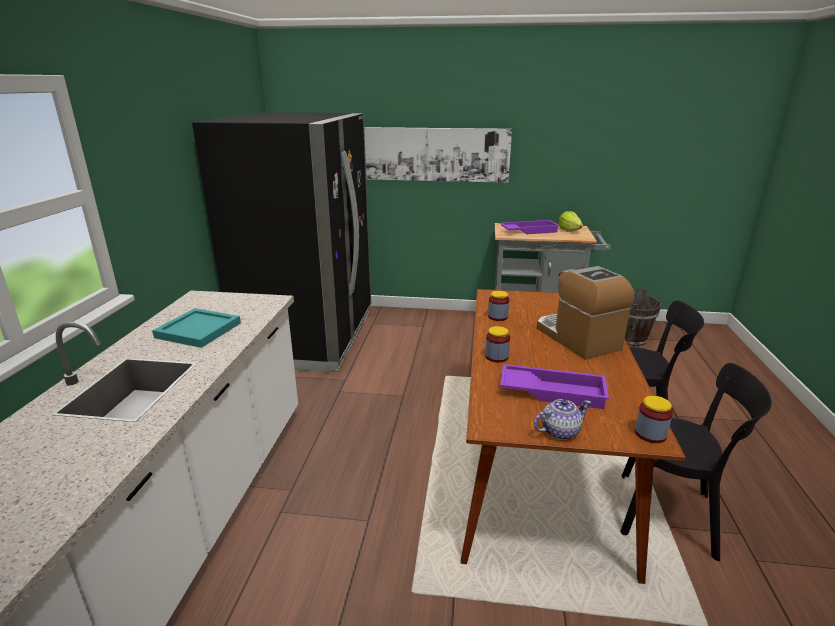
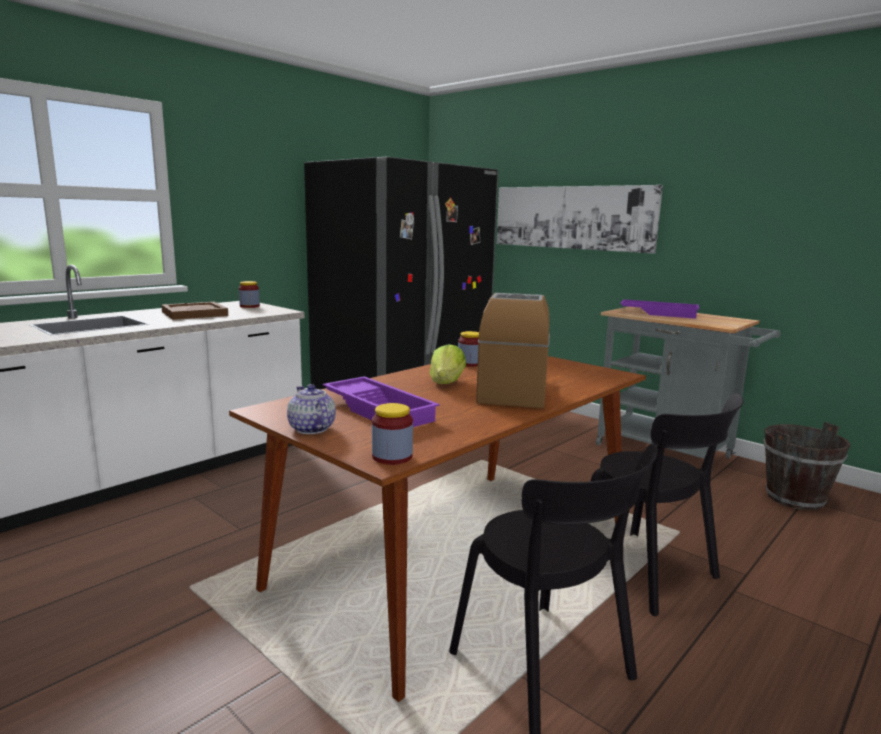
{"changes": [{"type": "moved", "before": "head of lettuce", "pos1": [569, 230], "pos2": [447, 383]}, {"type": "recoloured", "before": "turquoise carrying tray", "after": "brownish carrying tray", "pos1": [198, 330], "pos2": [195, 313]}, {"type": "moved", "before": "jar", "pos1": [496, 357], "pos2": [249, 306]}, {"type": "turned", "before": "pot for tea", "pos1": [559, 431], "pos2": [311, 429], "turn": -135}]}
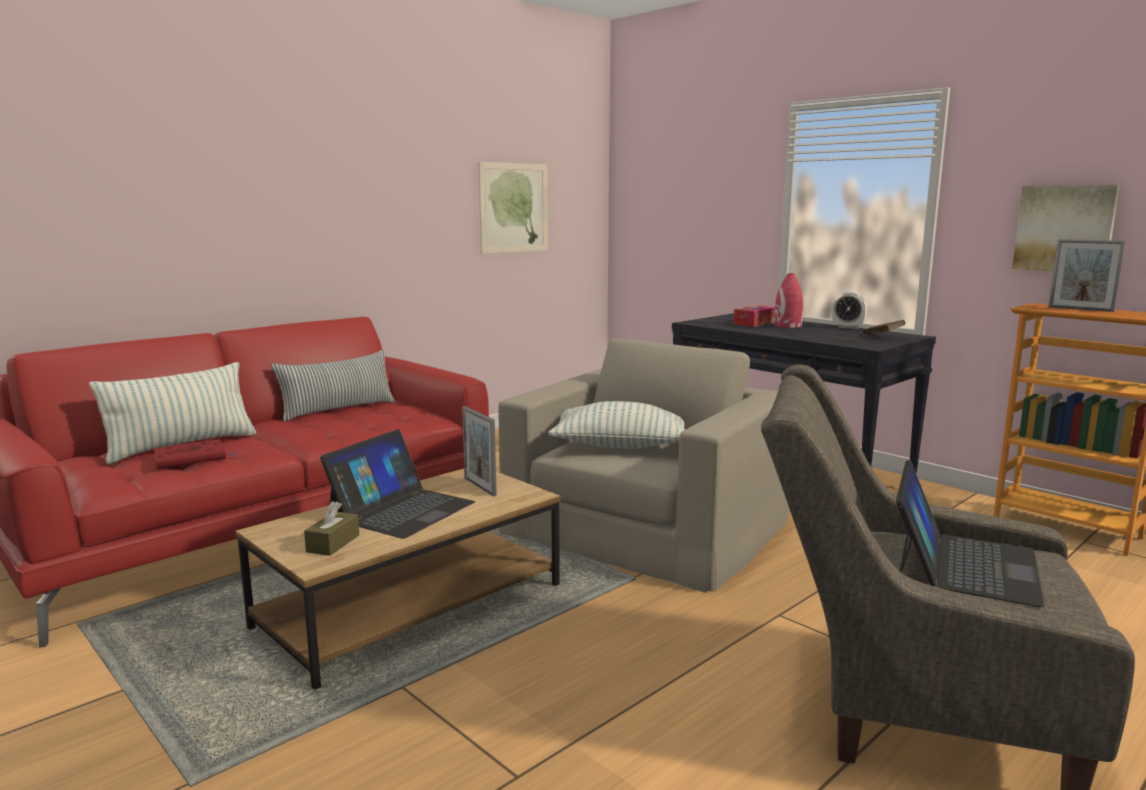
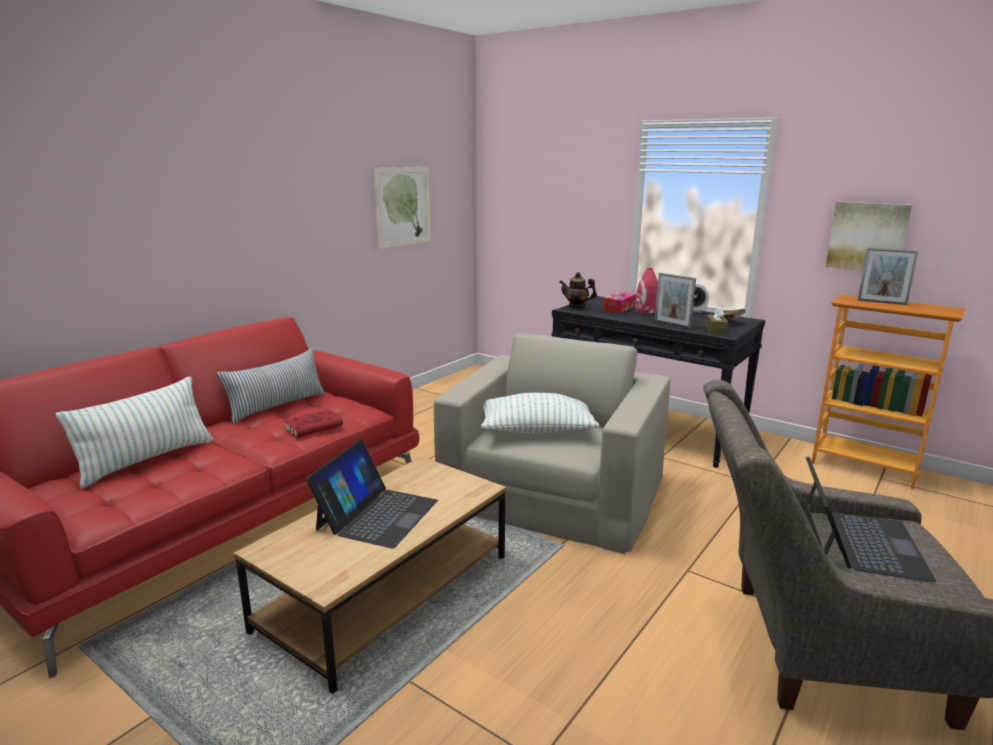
{"changes": [{"type": "moved", "before": "standing frame", "pos1": [480, 486], "pos2": [672, 324]}, {"type": "moved", "before": "red volume", "pos1": [192, 458], "pos2": [315, 426]}, {"type": "moved", "before": "brownish tissue box", "pos1": [333, 543], "pos2": [716, 330]}, {"type": "added", "after": "pot for tea", "pos2": [576, 306]}]}
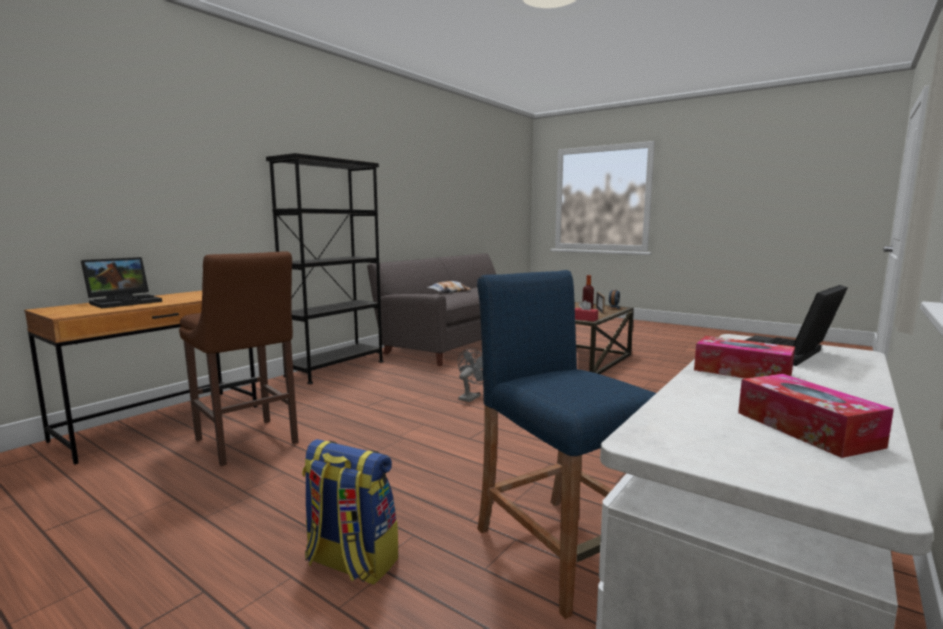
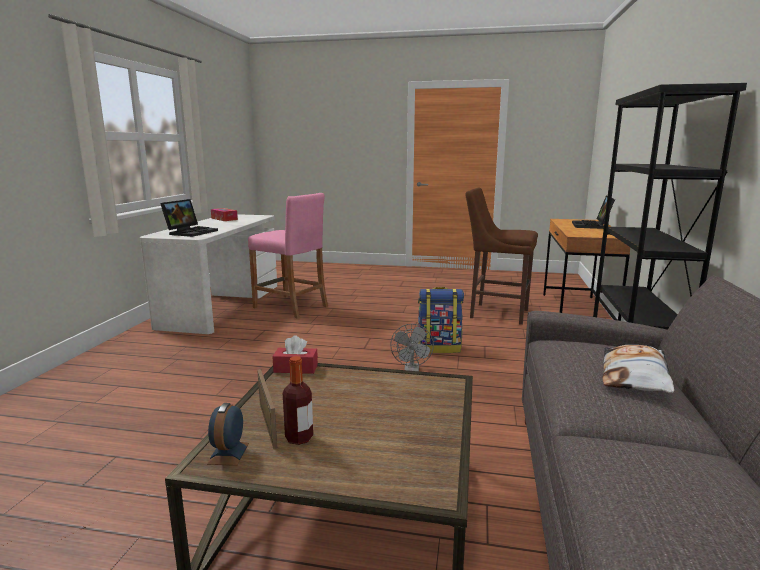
{"changes": [{"type": "recoloured", "before": "blue stool seat", "after": "pinkish stool seat", "pos1": [561, 549], "pos2": [290, 307]}, {"type": "removed", "before": "tissue box", "pos1": [742, 372]}, {"type": "moved", "before": "knapsack", "pos1": [350, 562], "pos2": [439, 348]}]}
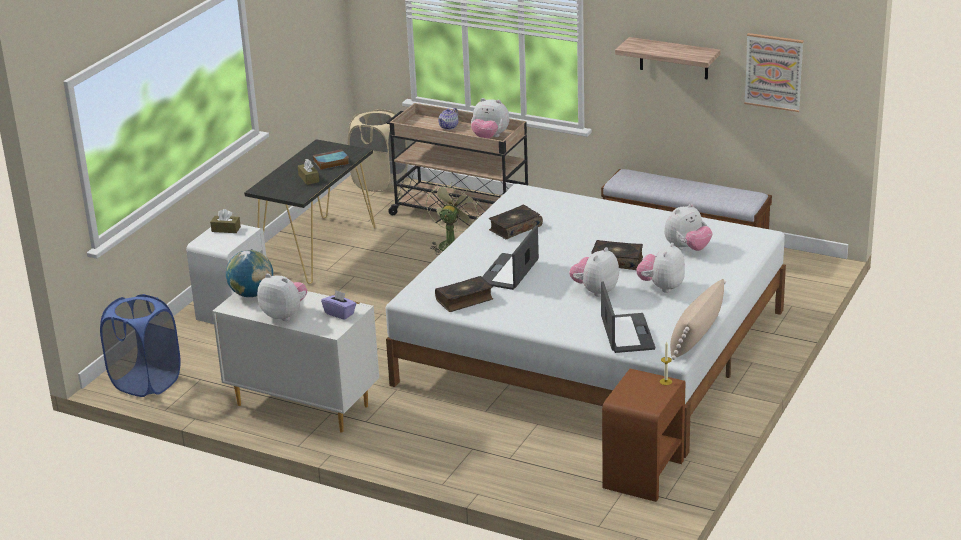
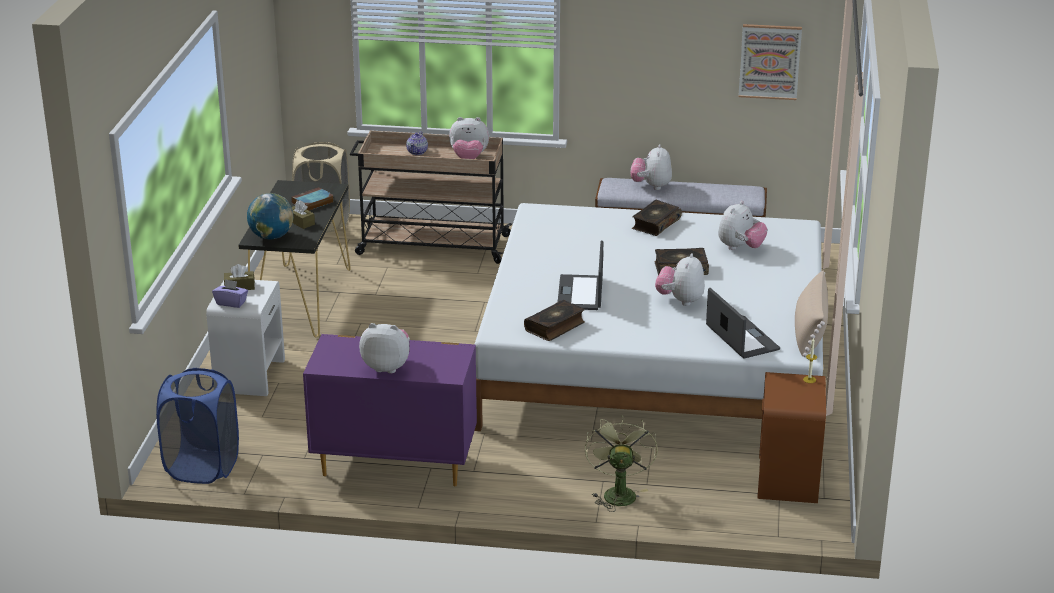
{"changes": [{"type": "removed", "before": "bracket shelf", "pos1": [674, 58]}, {"type": "moved", "before": "green-coloured fan", "pos1": [452, 244], "pos2": [618, 492]}, {"type": "moved", "before": "volume", "pos1": [515, 228], "pos2": [655, 224]}, {"type": "moved", "before": "soft toy", "pos1": [661, 287], "pos2": [651, 186]}, {"type": "moved", "before": "world globe", "pos1": [252, 294], "pos2": [271, 237]}, {"type": "moved", "before": "purple-coloured tissue box", "pos1": [340, 313], "pos2": [231, 303]}, {"type": "recoloured", "before": "whitish dresser", "after": "purple-coloured dresser", "pos1": [302, 404], "pos2": [393, 464]}]}
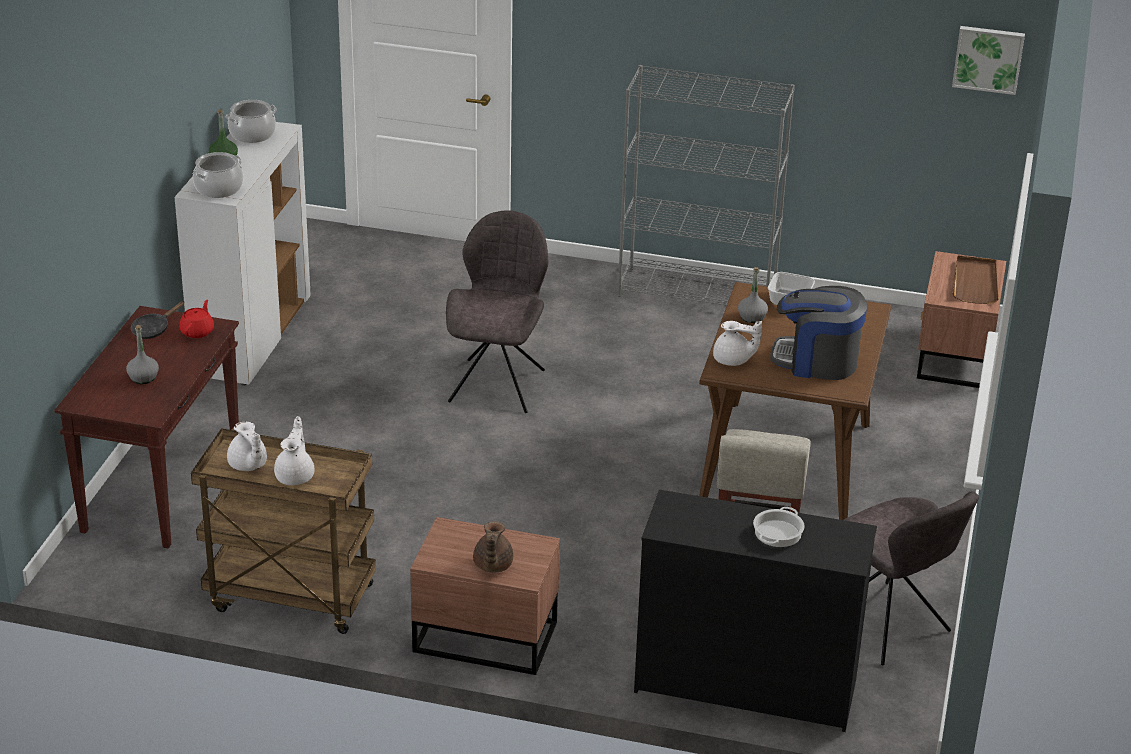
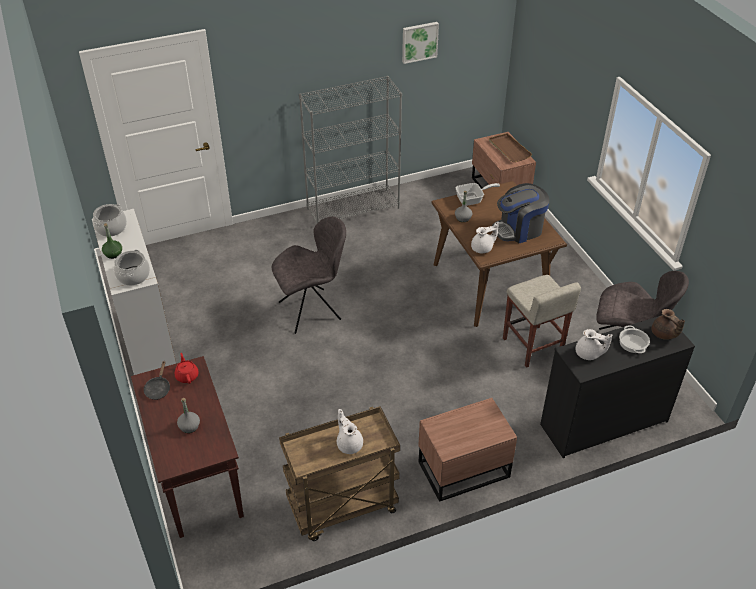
{"changes": [{"type": "moved", "before": "picture", "pos1": [988, 58], "pos2": [419, 41]}, {"type": "turned", "before": "gray plain chair", "pos1": [498, 384], "pos2": [312, 310], "turn": 90}, {"type": "moved", "before": "whitish pot for tea", "pos1": [248, 465], "pos2": [588, 354]}, {"type": "moved", "before": "brownish pot for tea", "pos1": [492, 565], "pos2": [663, 334]}]}
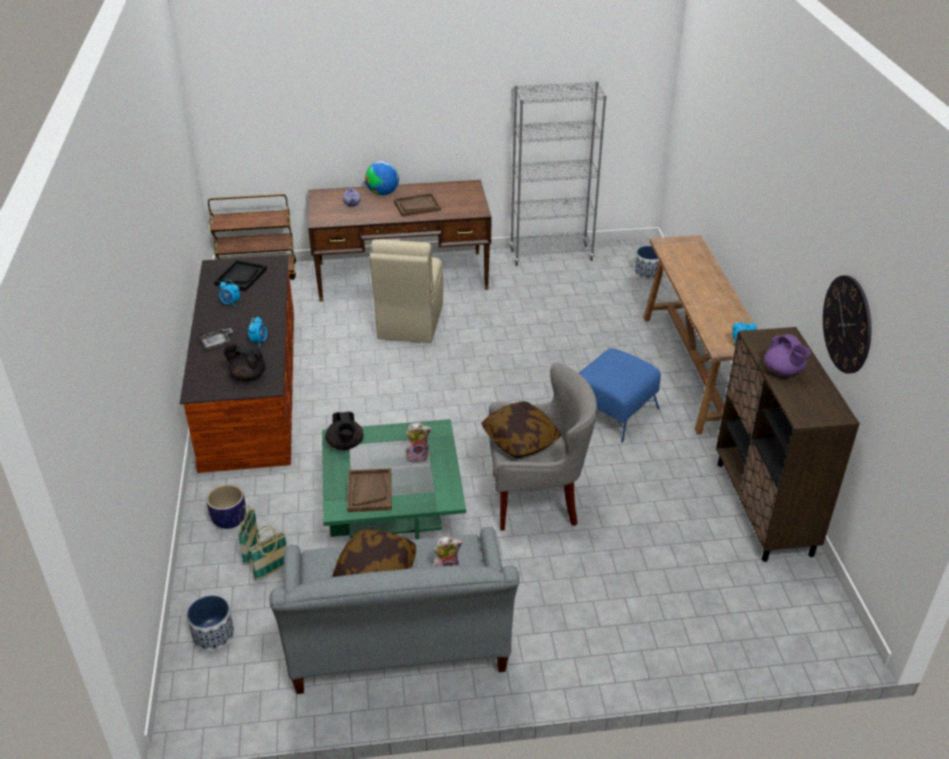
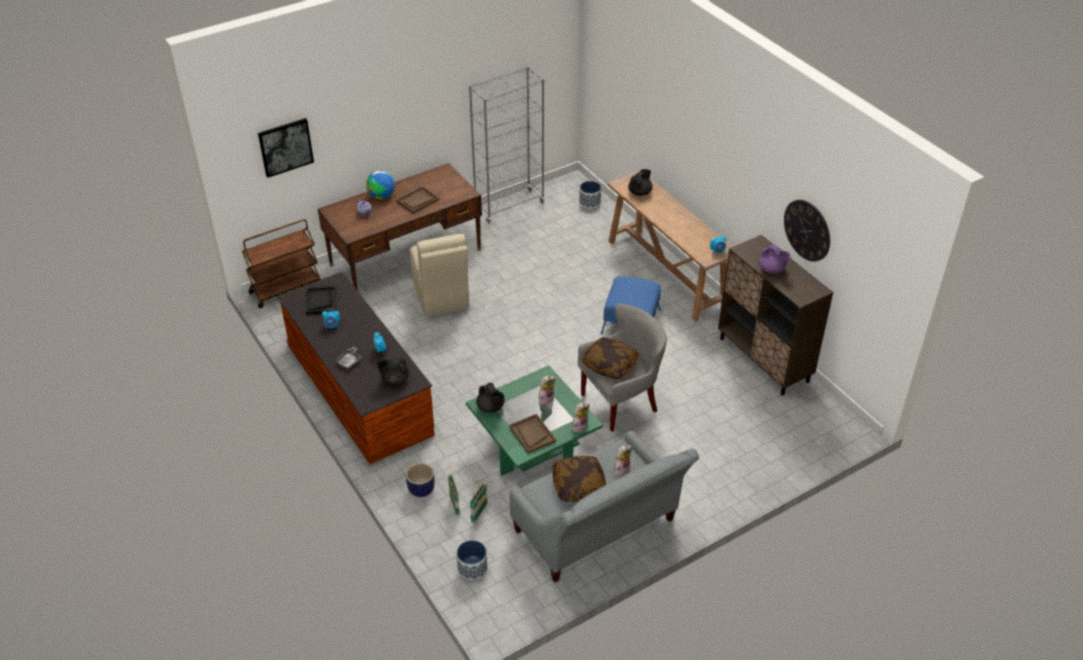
{"changes": [{"type": "added", "after": "picture", "pos2": [285, 147]}, {"type": "added", "after": "black pot for tea", "pos2": [640, 192]}, {"type": "added", "after": "soft toy", "pos2": [579, 426]}]}
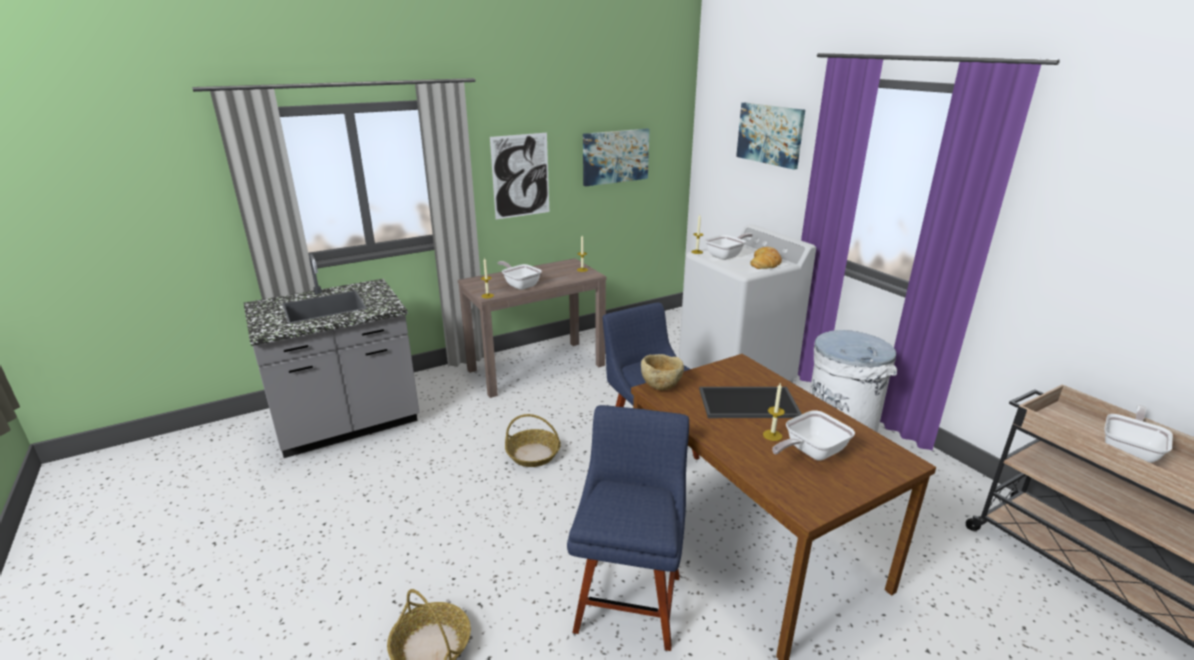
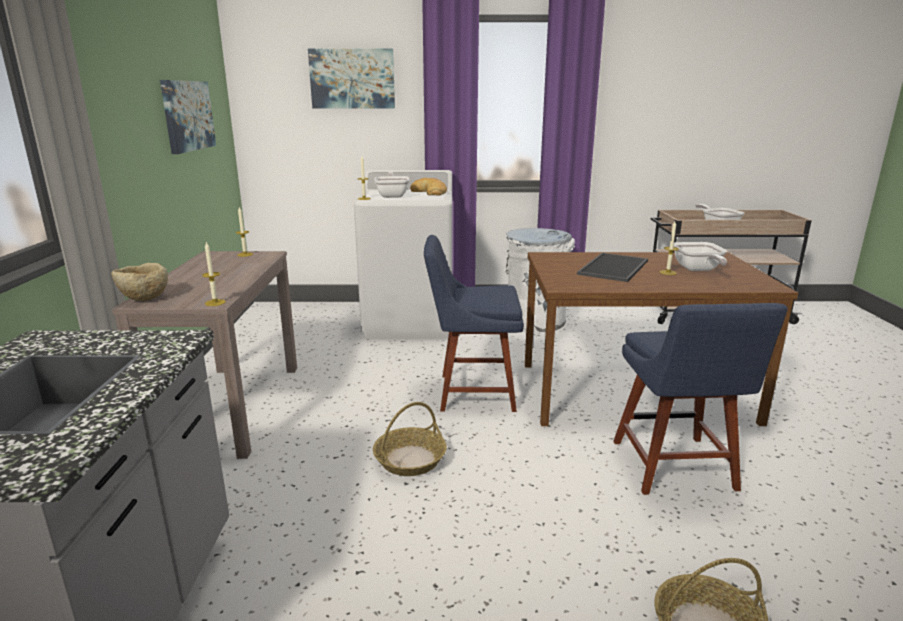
{"changes": [{"type": "removed", "before": "picture", "pos1": [521, 176]}, {"type": "removed", "before": "frying pan", "pos1": [520, 285]}, {"type": "moved", "before": "beige serving bowl", "pos1": [661, 385], "pos2": [144, 298]}, {"type": "turned", "before": "blue plain chair", "pos1": [629, 597], "pos2": [675, 468], "turn": -135}]}
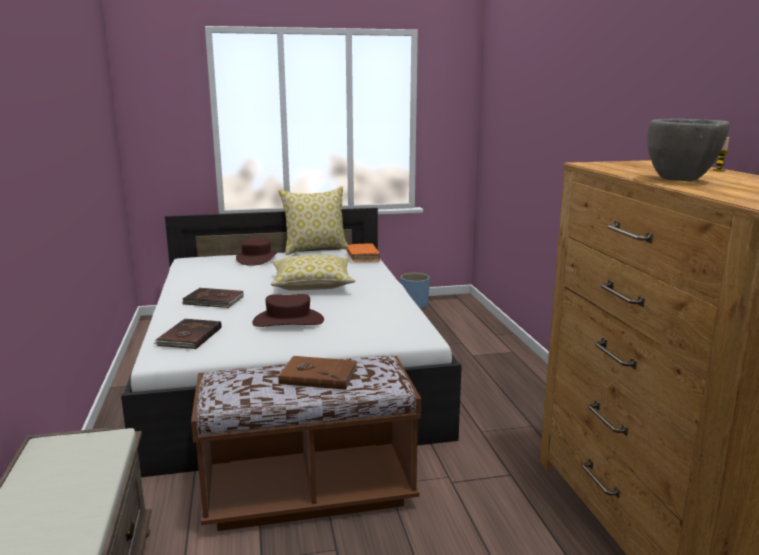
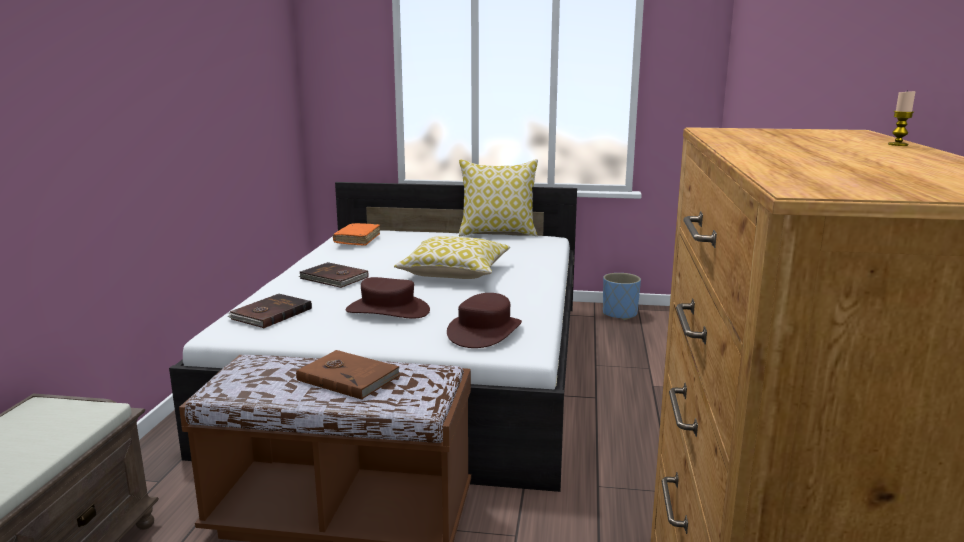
{"changes": [{"type": "removed", "before": "gray serving bowl", "pos1": [680, 180]}, {"type": "moved", "before": "brownish wearable hat", "pos1": [256, 258], "pos2": [484, 331]}, {"type": "moved", "before": "orangey volume", "pos1": [362, 257], "pos2": [357, 240]}]}
